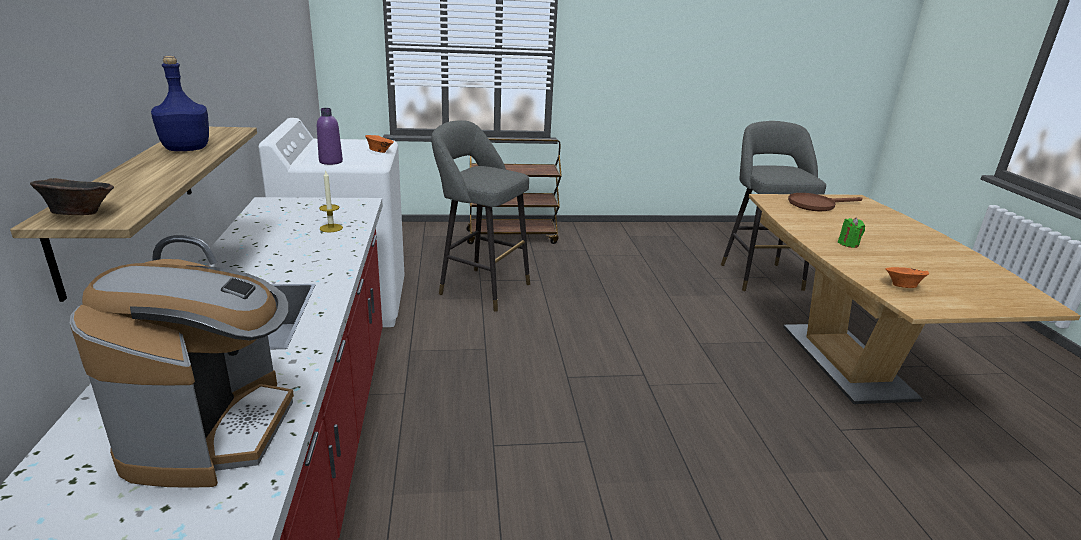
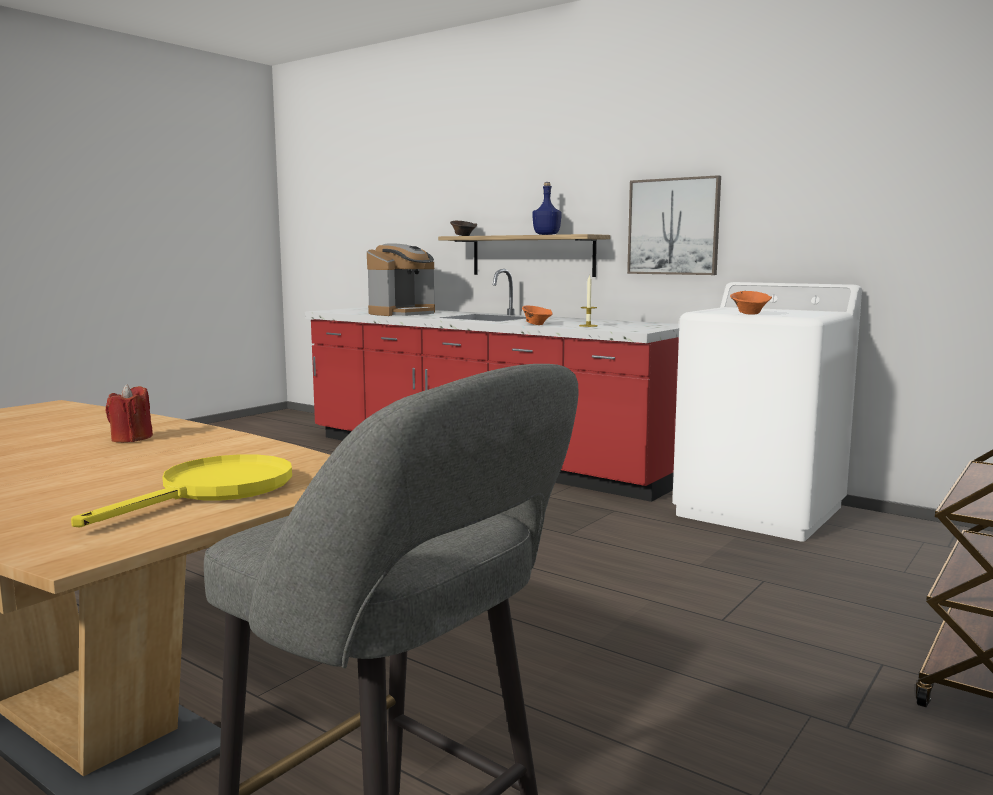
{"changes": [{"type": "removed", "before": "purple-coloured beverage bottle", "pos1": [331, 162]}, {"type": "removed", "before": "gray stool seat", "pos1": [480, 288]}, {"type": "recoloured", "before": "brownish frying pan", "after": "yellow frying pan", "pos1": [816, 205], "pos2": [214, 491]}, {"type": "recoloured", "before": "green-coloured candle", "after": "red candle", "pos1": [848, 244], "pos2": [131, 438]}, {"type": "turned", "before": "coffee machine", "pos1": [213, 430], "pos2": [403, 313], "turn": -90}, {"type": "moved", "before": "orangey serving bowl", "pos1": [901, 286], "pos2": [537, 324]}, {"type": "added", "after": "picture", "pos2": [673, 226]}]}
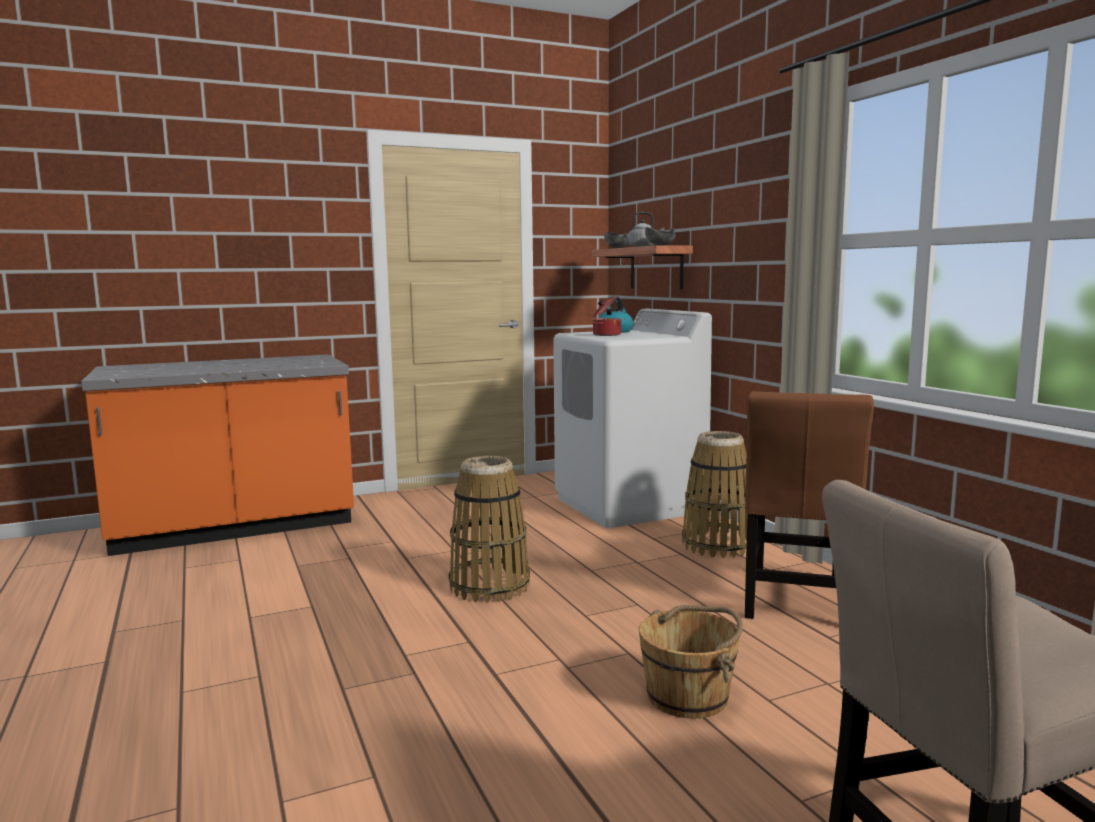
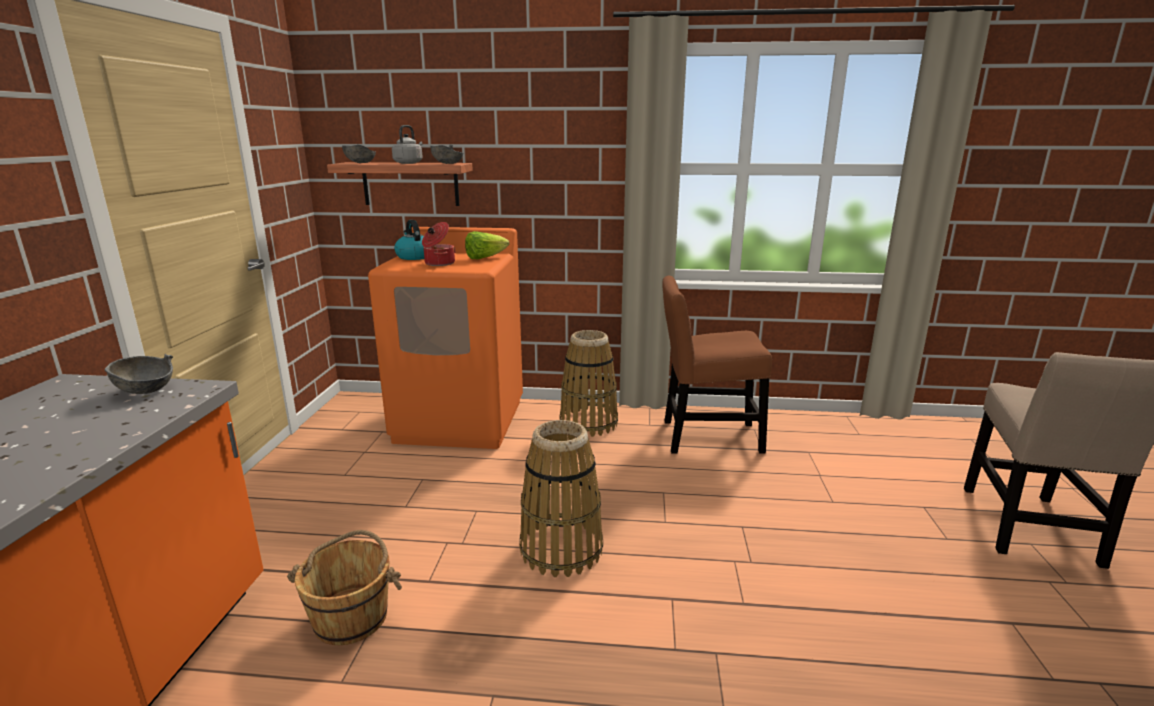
{"changes": [{"type": "recoloured", "before": "whitish washing machine", "after": "orangey washing machine", "pos1": [629, 505], "pos2": [460, 421]}, {"type": "turned", "before": "brownish plain chair", "pos1": [797, 601], "pos2": [705, 437], "turn": 135}, {"type": "moved", "before": "brownish water bucket", "pos1": [689, 696], "pos2": [351, 617]}, {"type": "added", "after": "head of lettuce", "pos2": [485, 258]}, {"type": "added", "after": "gray serving bowl", "pos2": [146, 390]}]}
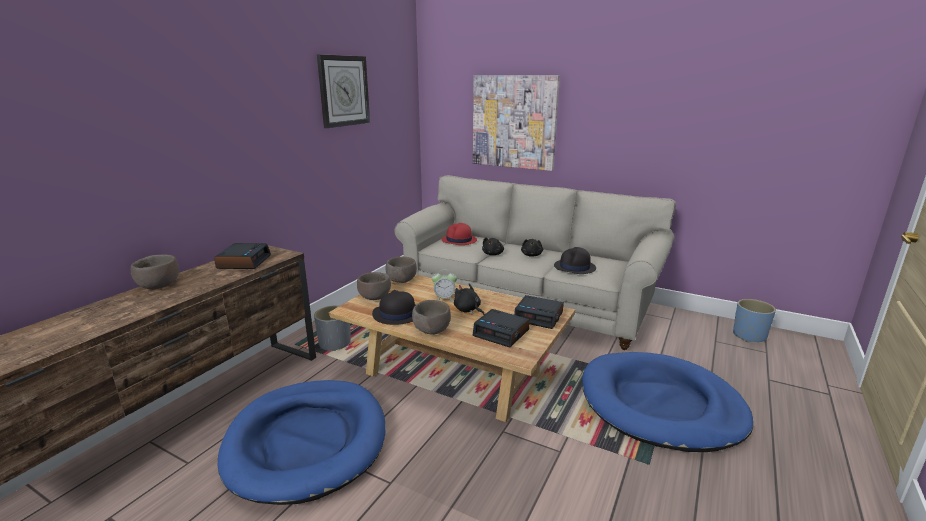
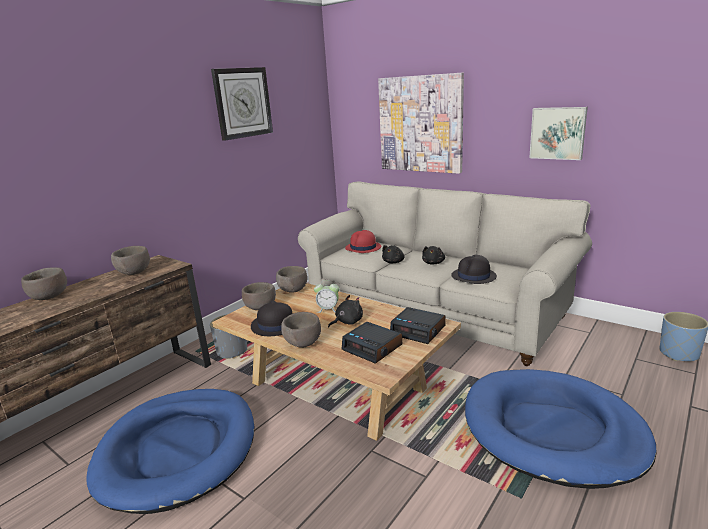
{"changes": [{"type": "replaced", "before": "table clock", "after": "brownish serving bowl", "pos1": [244, 261], "pos2": [134, 273]}, {"type": "turned", "before": "black soft toy", "pos1": [468, 310], "pos2": [347, 322], "turn": 90}, {"type": "added", "after": "picture", "pos2": [558, 133]}]}
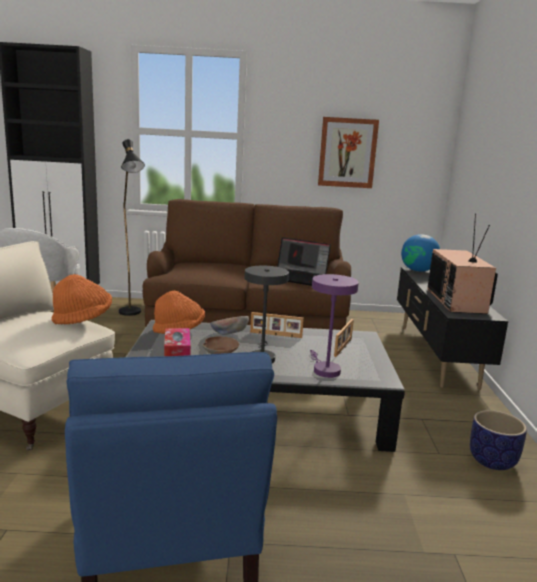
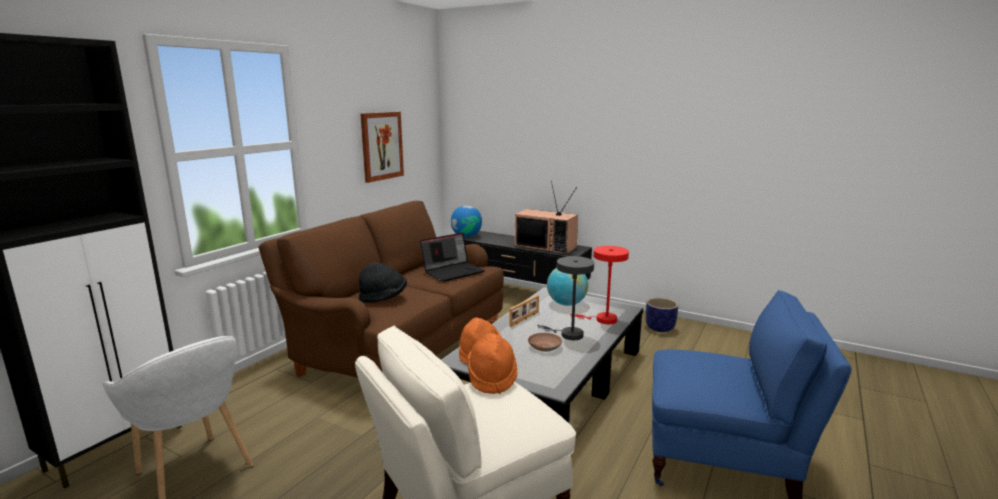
{"changes": [{"type": "removed", "before": "black floor lamp", "pos1": [132, 314]}, {"type": "recoloured", "before": "purple-coloured tabletop lamp", "after": "red tabletop lamp", "pos1": [324, 369], "pos2": [602, 319]}, {"type": "removed", "before": "serving bowl", "pos1": [228, 335]}, {"type": "replaced", "before": "standing frame", "after": "world globe", "pos1": [344, 347], "pos2": [566, 304]}, {"type": "removed", "before": "tissue box", "pos1": [177, 351]}, {"type": "added", "after": "black wearable hat", "pos2": [383, 298]}]}
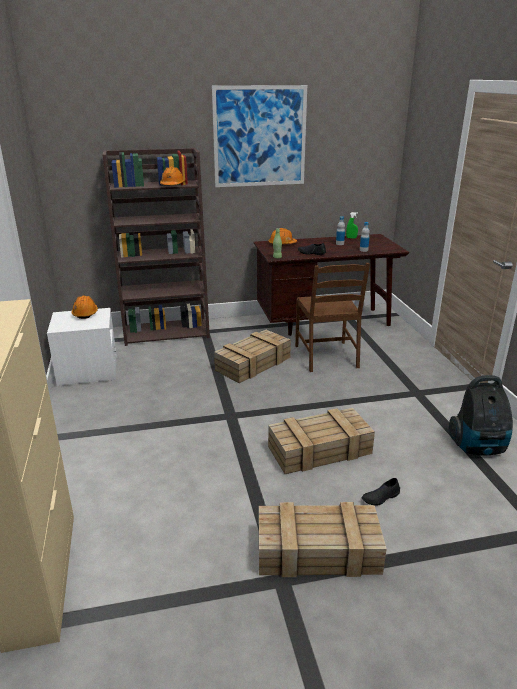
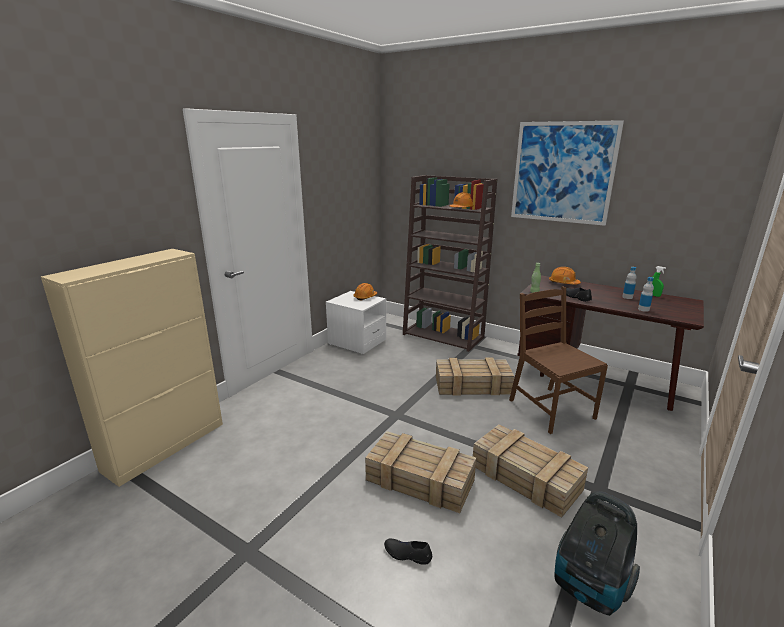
{"changes": [{"type": "turned", "before": "brownish plain chair", "pos1": [327, 356], "pos2": [549, 409], "turn": 120}, {"type": "moved", "before": "crate", "pos1": [316, 552], "pos2": [524, 477]}]}
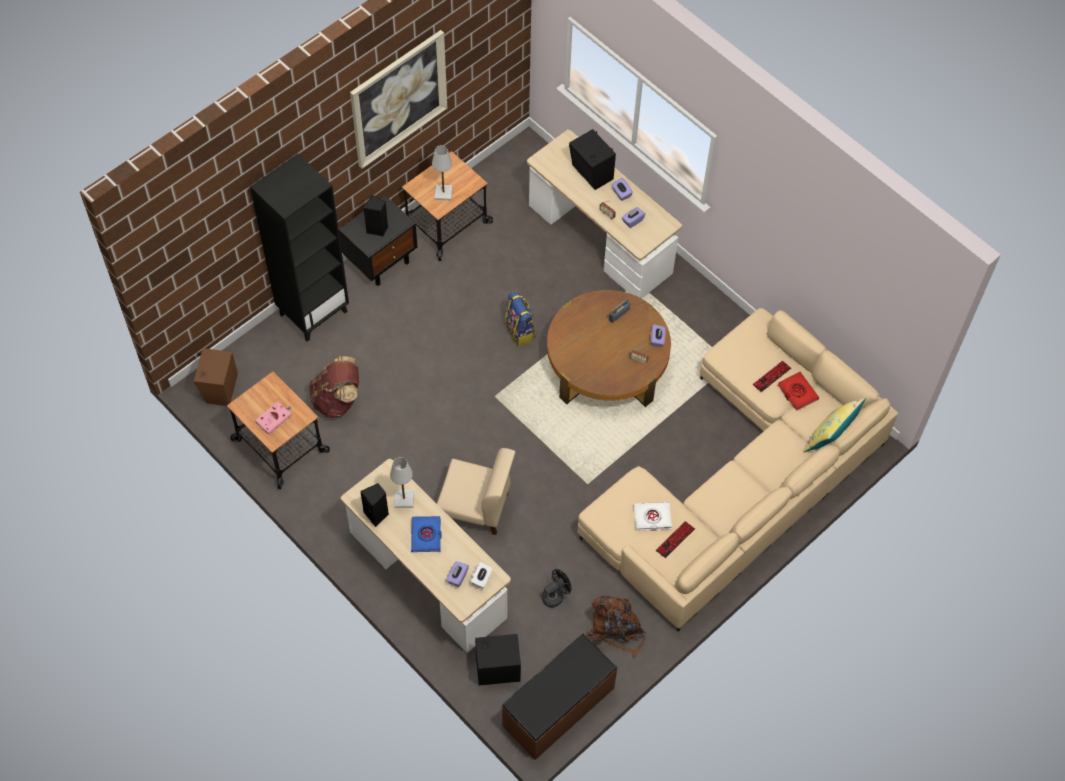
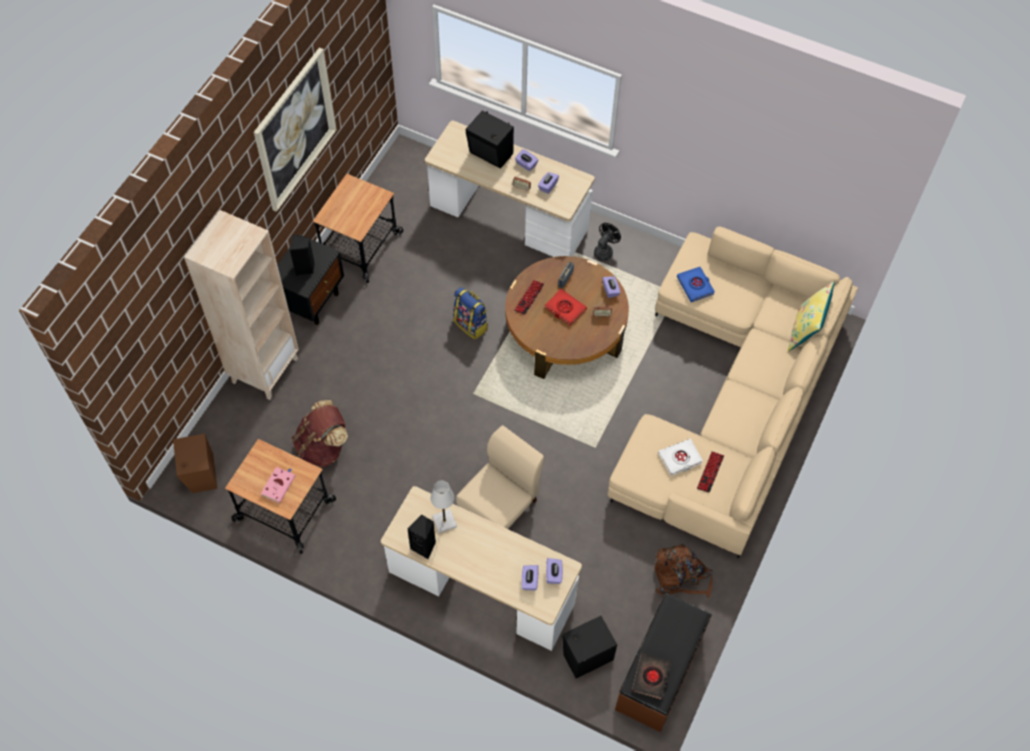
{"changes": [{"type": "removed", "before": "whitish tabletop lamp", "pos1": [443, 193]}, {"type": "recoloured", "before": "black bookcase", "after": "beige bookcase", "pos1": [313, 312], "pos2": [265, 369]}, {"type": "moved", "before": "keyboard", "pos1": [771, 376], "pos2": [529, 297]}, {"type": "moved", "before": "red volume", "pos1": [797, 392], "pos2": [565, 309]}, {"type": "turned", "before": "beige plain chair", "pos1": [476, 507], "pos2": [500, 505], "turn": -45}, {"type": "moved", "before": "blue volume", "pos1": [426, 535], "pos2": [695, 286]}, {"type": "recoloured", "before": "whitish tissue box", "after": "purple-coloured tissue box", "pos1": [481, 579], "pos2": [554, 574]}, {"type": "moved", "before": "black fan", "pos1": [555, 595], "pos2": [605, 251]}, {"type": "added", "after": "black volume", "pos2": [651, 677]}]}
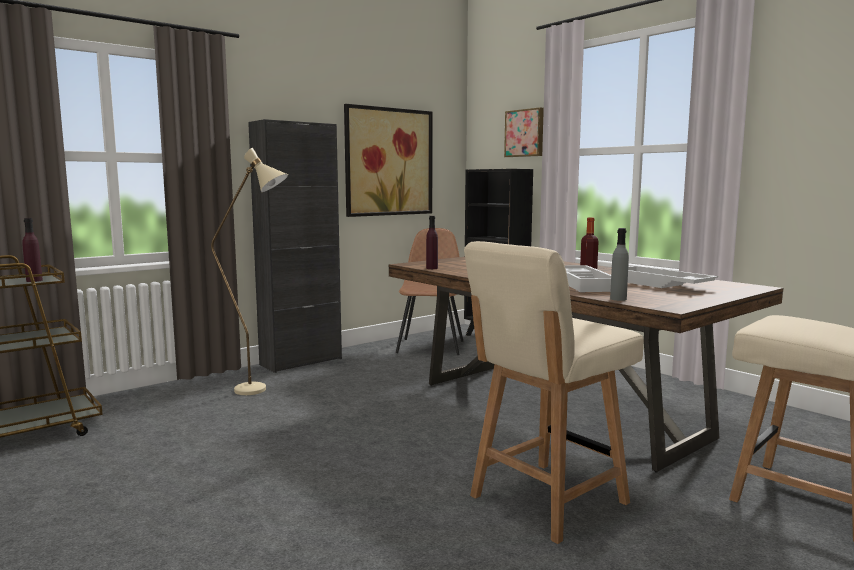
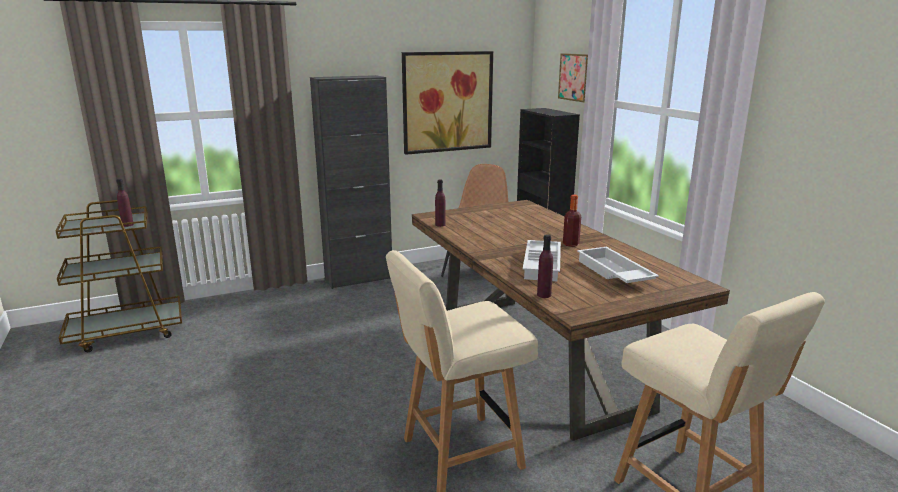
{"changes": [{"type": "removed", "before": "beige floor lamp", "pos1": [261, 390]}, {"type": "recoloured", "before": "gray beverage bottle", "after": "purple-coloured beverage bottle", "pos1": [618, 299], "pos2": [544, 295]}]}
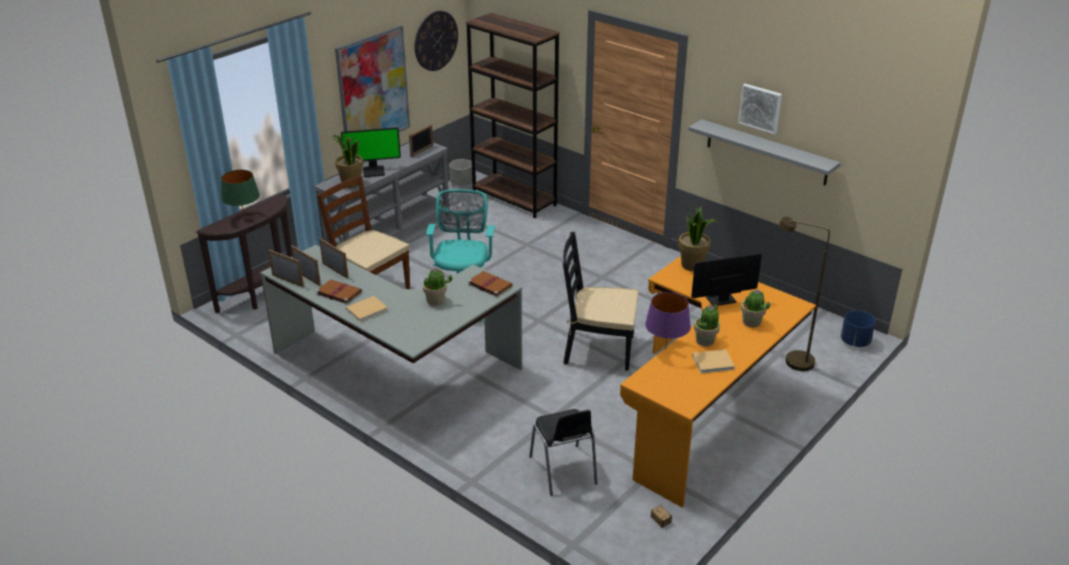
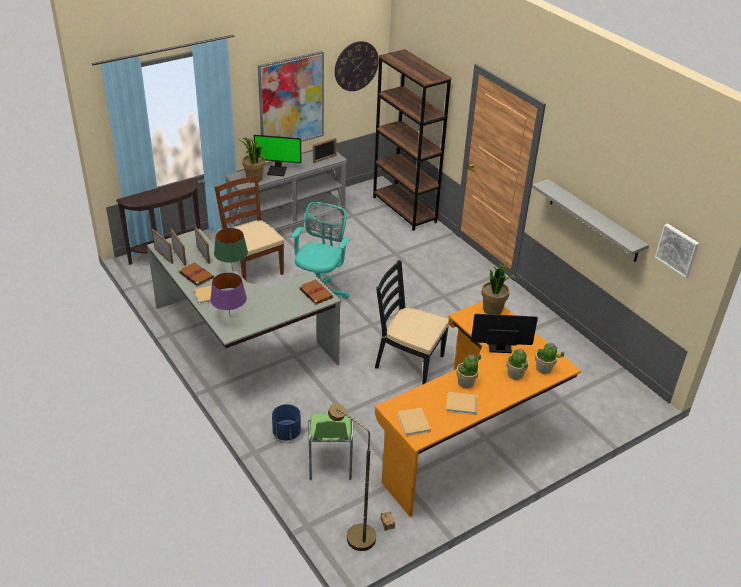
{"changes": [{"type": "moved", "before": "picture", "pos1": [760, 108], "pos2": [678, 249]}, {"type": "removed", "before": "gray planter", "pos1": [461, 184]}, {"type": "moved", "before": "green-coloured tabletop lamp", "pos1": [244, 218], "pos2": [232, 270]}, {"type": "moved", "before": "brownish floor lamp", "pos1": [791, 361], "pos2": [354, 534]}, {"type": "moved", "before": "houseplant", "pos1": [435, 300], "pos2": [544, 369]}, {"type": "moved", "before": "purple-coloured tabletop lamp", "pos1": [665, 349], "pos2": [230, 317]}, {"type": "moved", "before": "blue planter", "pos1": [855, 342], "pos2": [286, 433]}, {"type": "recoloured", "before": "black plain chair", "after": "green-coloured plain chair", "pos1": [563, 471], "pos2": [330, 461]}, {"type": "added", "after": "beige volume", "pos2": [414, 423]}]}
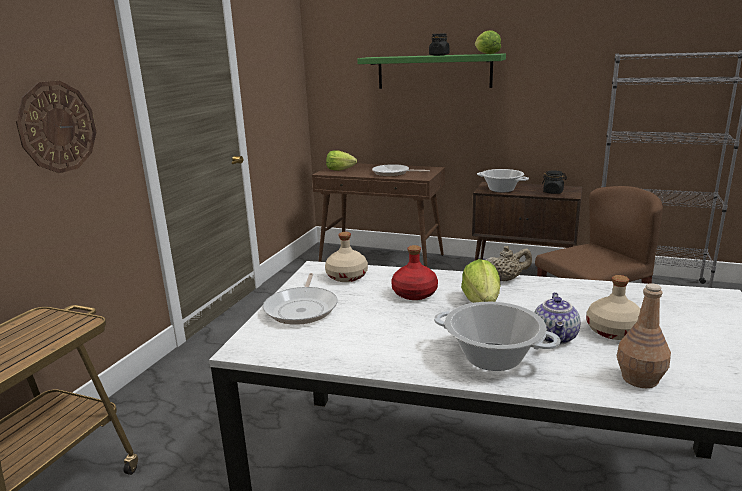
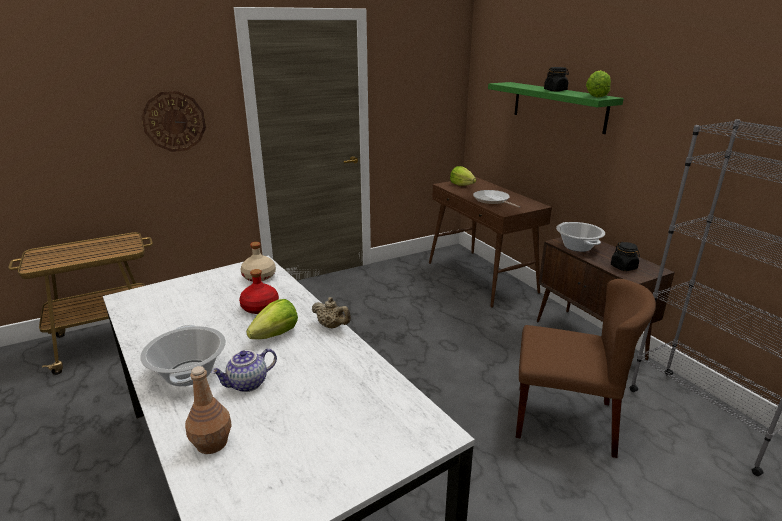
{"changes": [{"type": "removed", "before": "frying pan", "pos1": [302, 308]}, {"type": "removed", "before": "beige beverage bottle", "pos1": [614, 331]}]}
